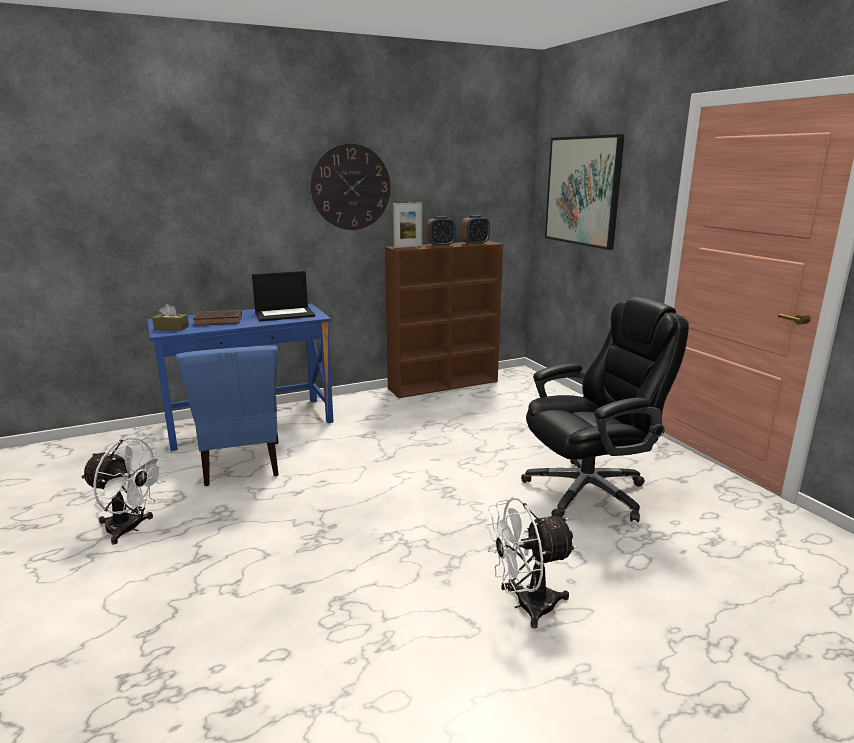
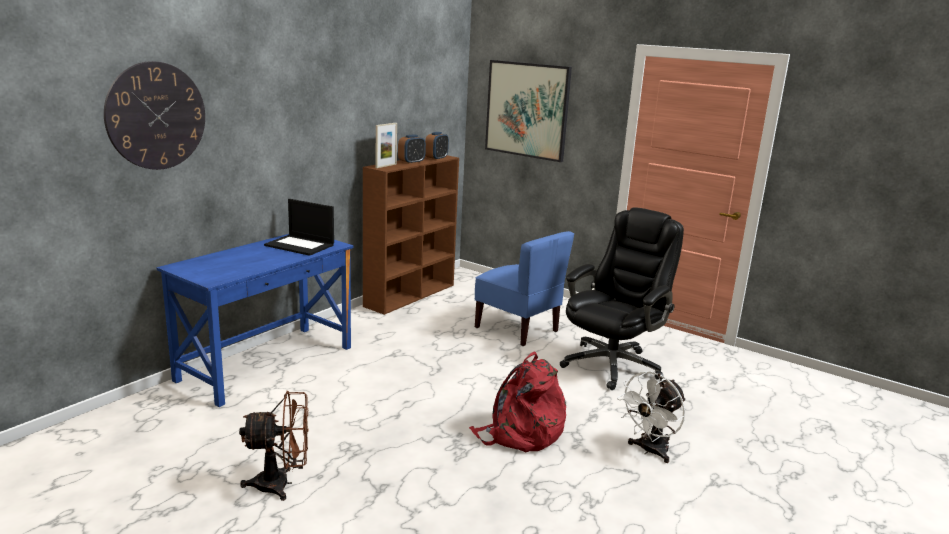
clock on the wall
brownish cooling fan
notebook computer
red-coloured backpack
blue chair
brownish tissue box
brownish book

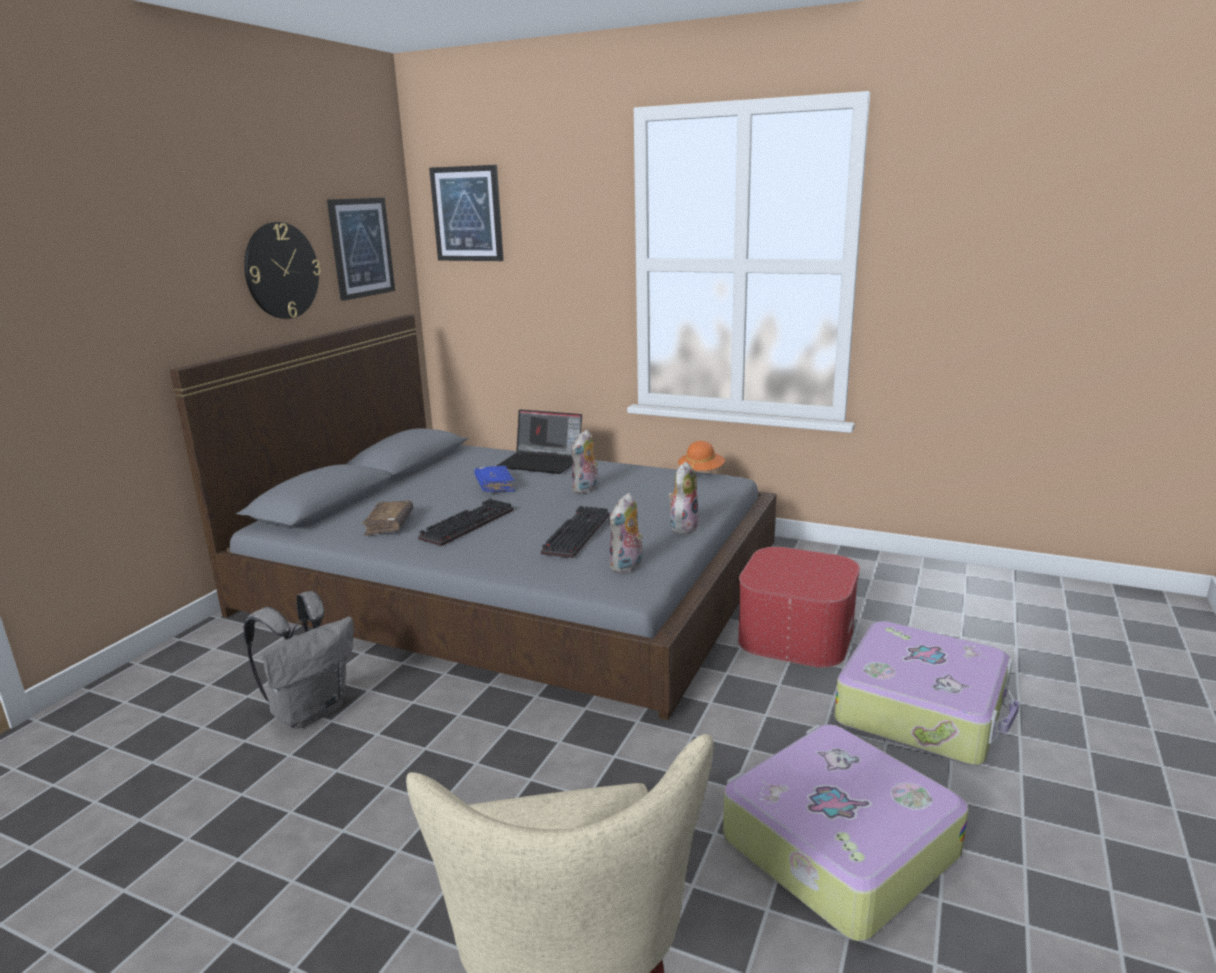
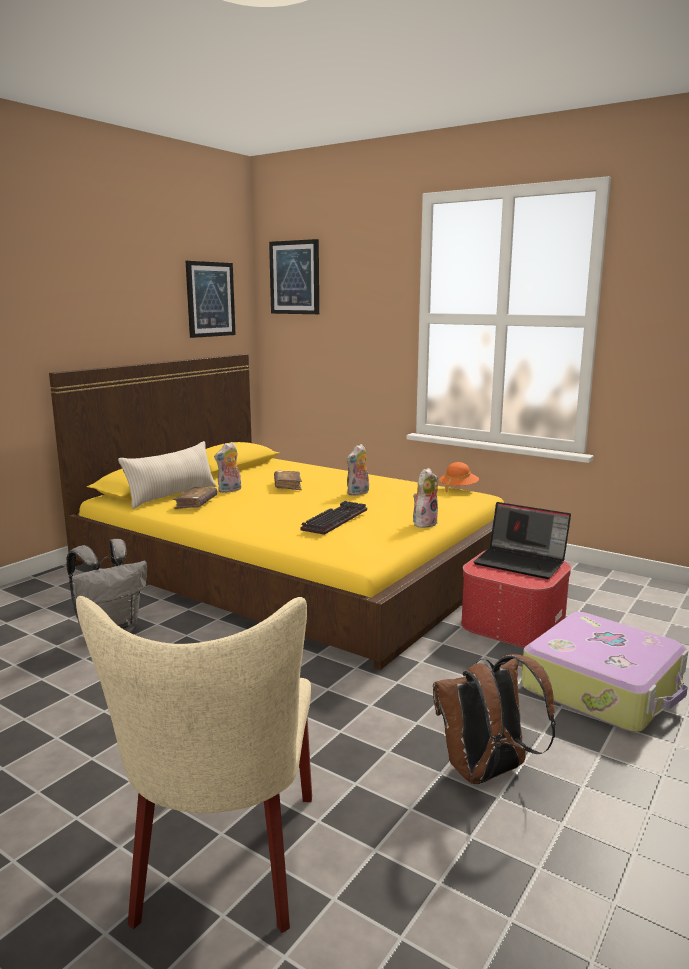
yellow-coloured bedroom bed
beige-coloured cushion
cuddly toy (1st from left)
brownish book (2nd from left)
brownish backpack
notebook computer
clock on the wall
keyboard (1st from left in the first image)

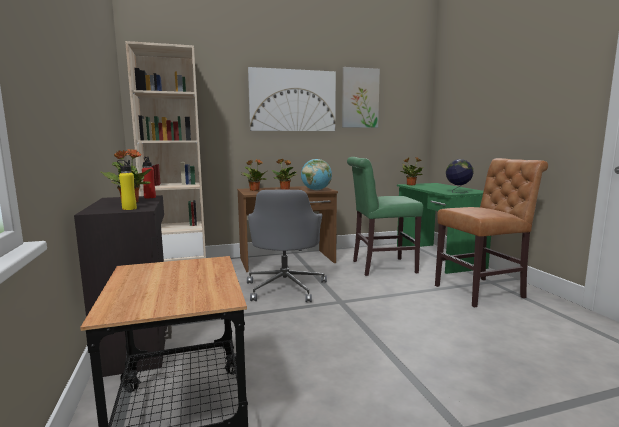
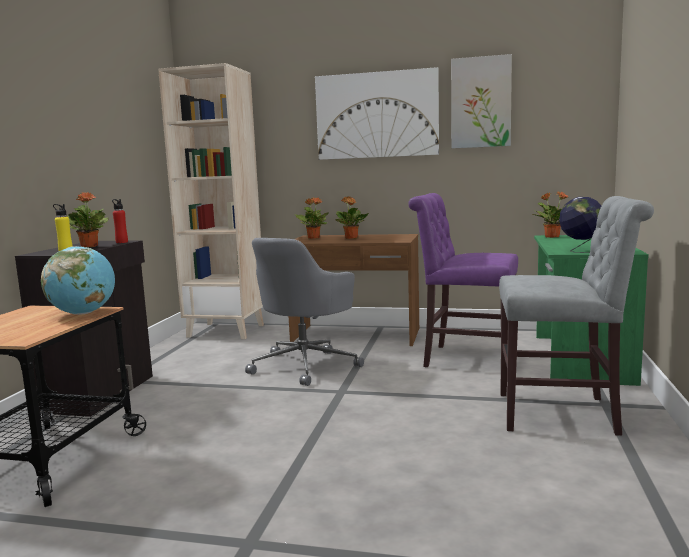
globe (1st from left)
purple-coloured chair
greyish chair

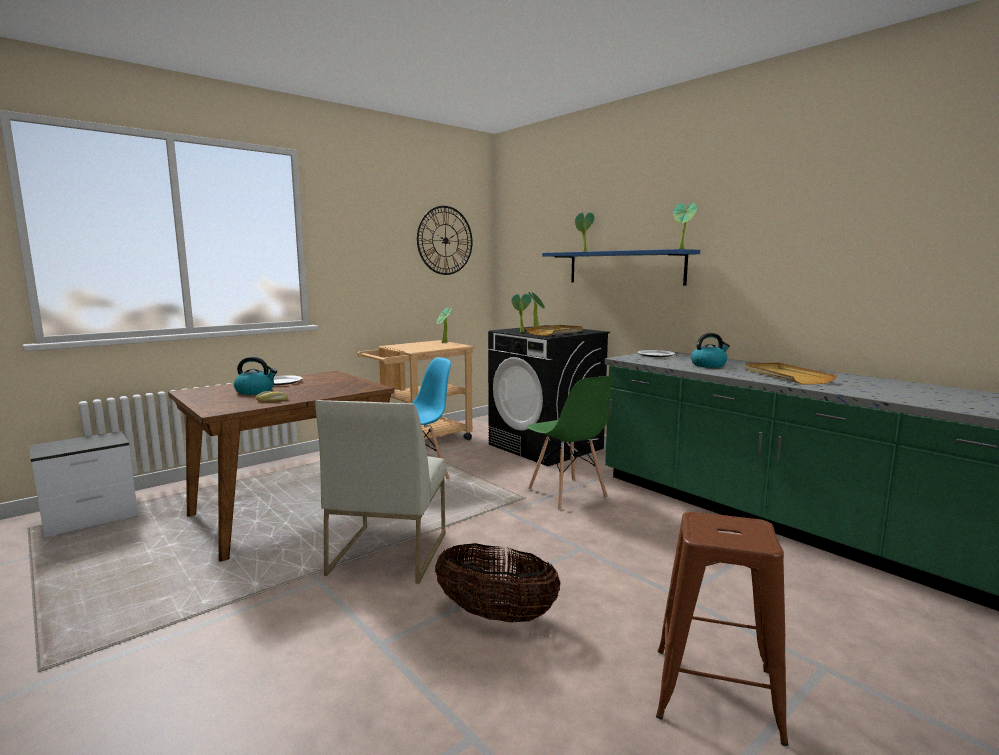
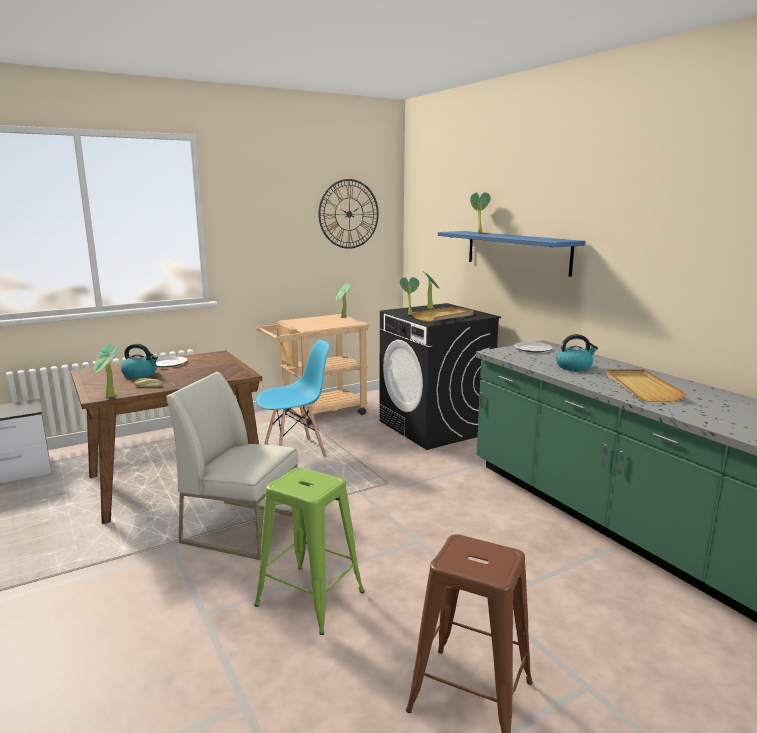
potted plant (1st from left)
whitish chair
greenish stool seat
greenish chair

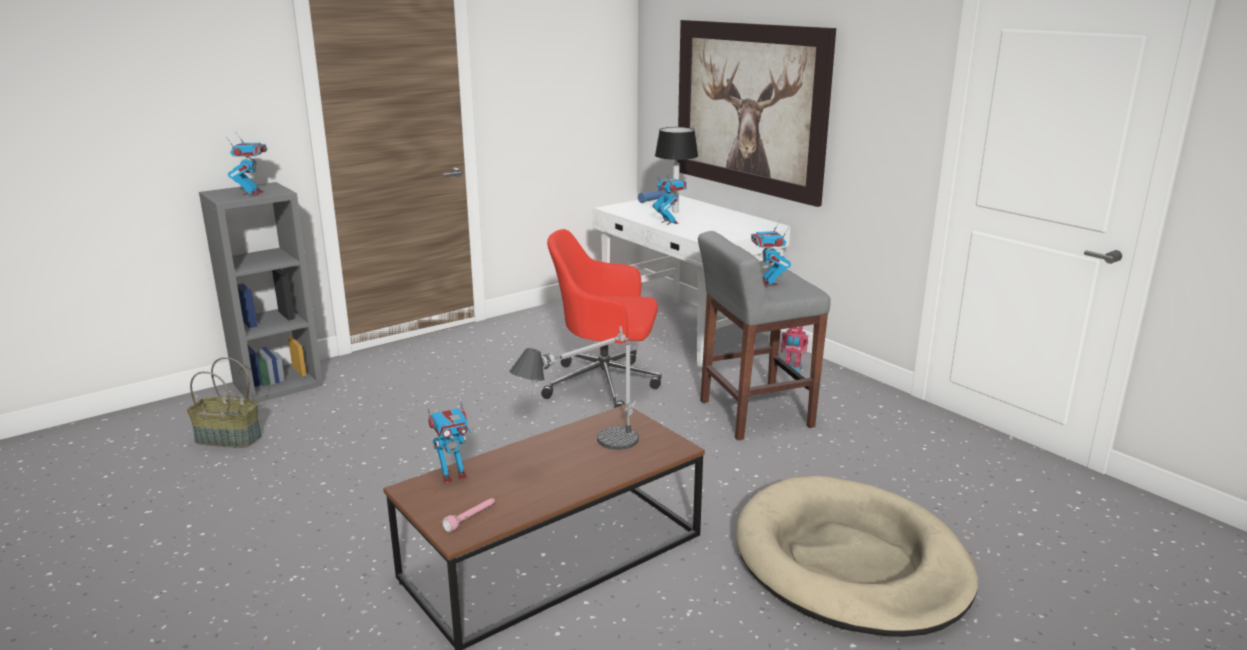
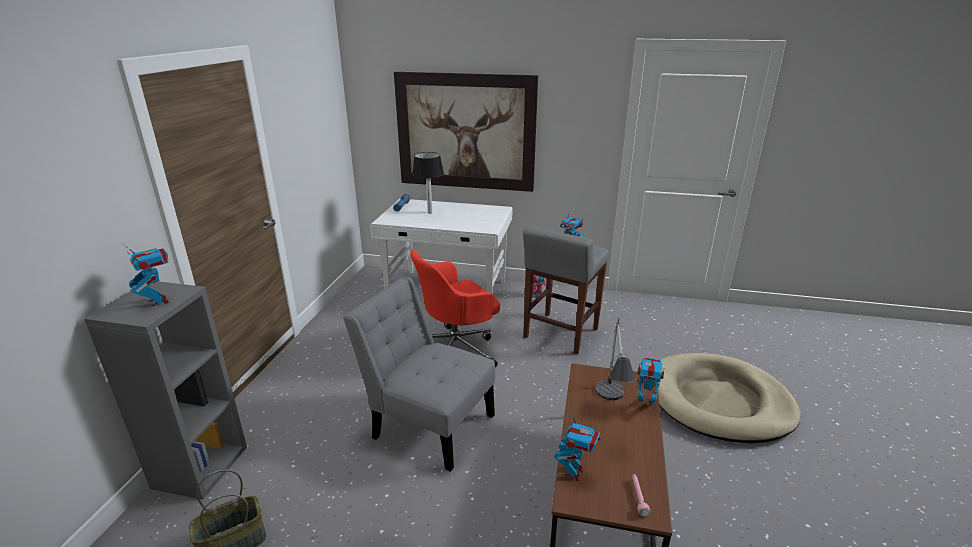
greyish chair
robot figure (5th from left)

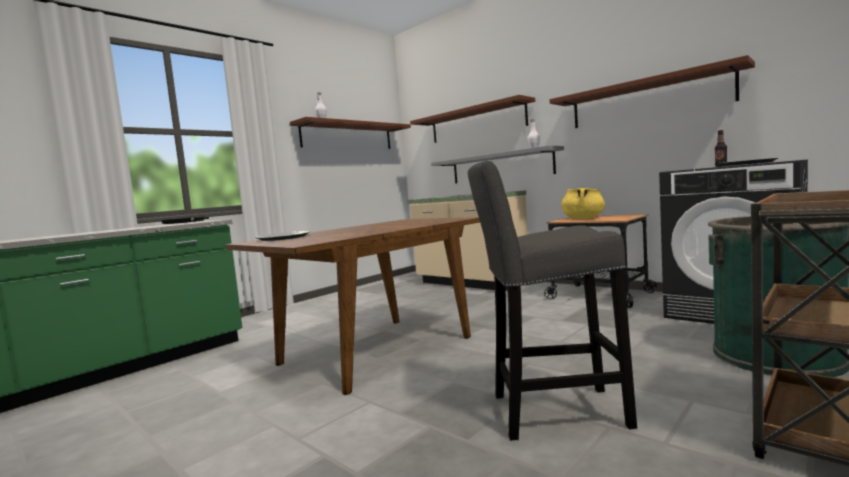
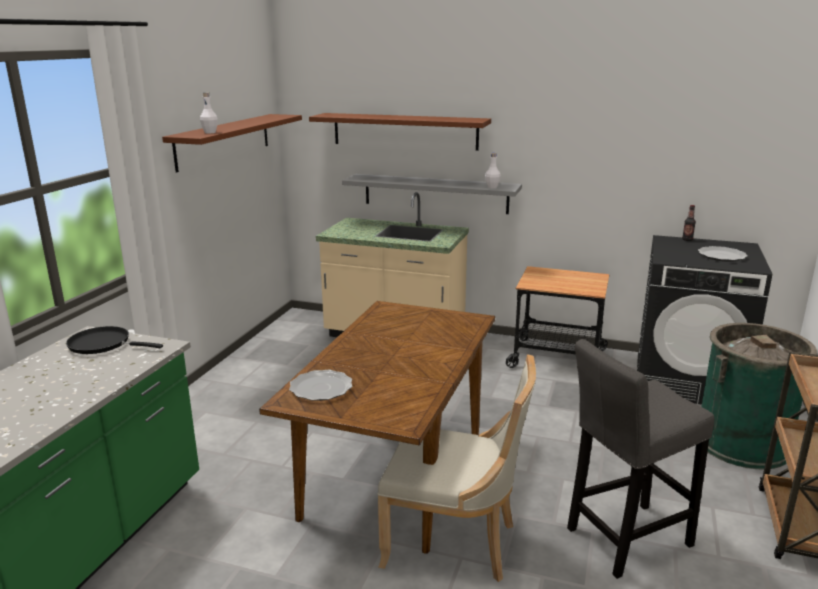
beige-coloured chair
brownish wall shelf (3rd from left in the first image)
yellow-coloured cooking pot

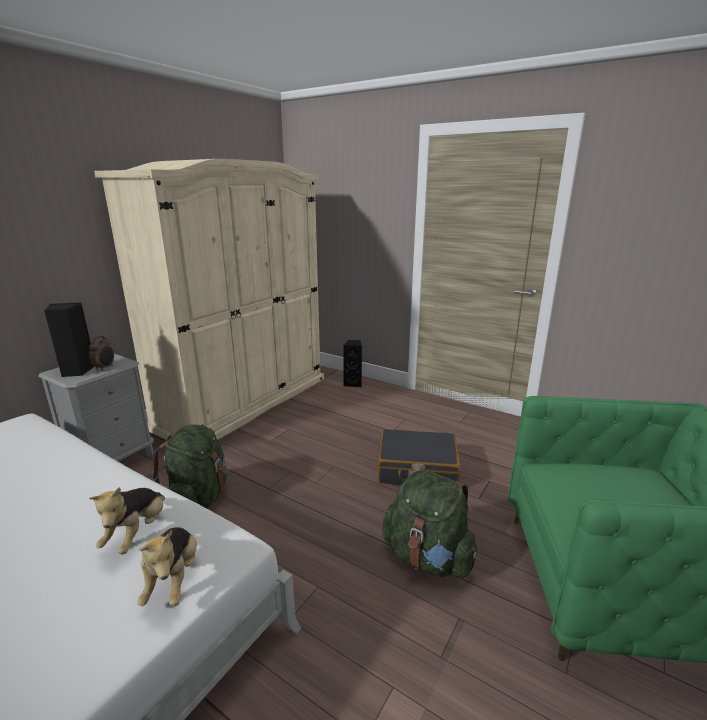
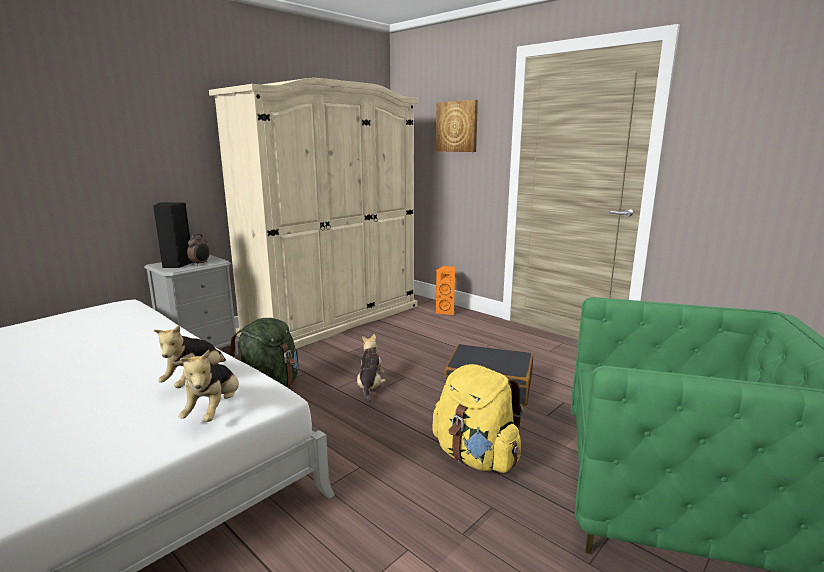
cuddly toy (3rd from left)
yellow-coloured backpack
orange-coloured speaker
wall art

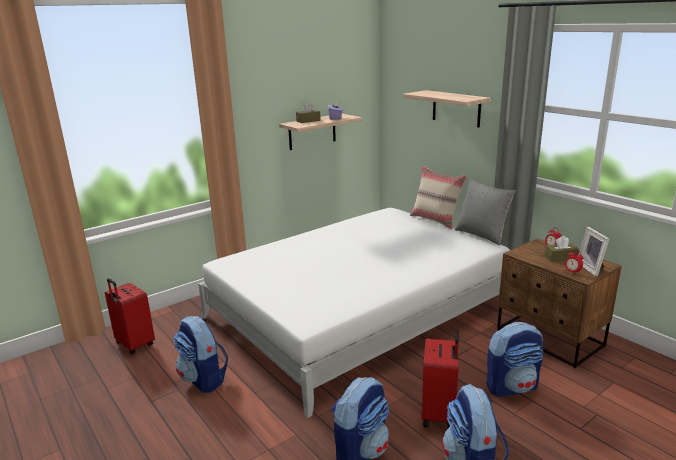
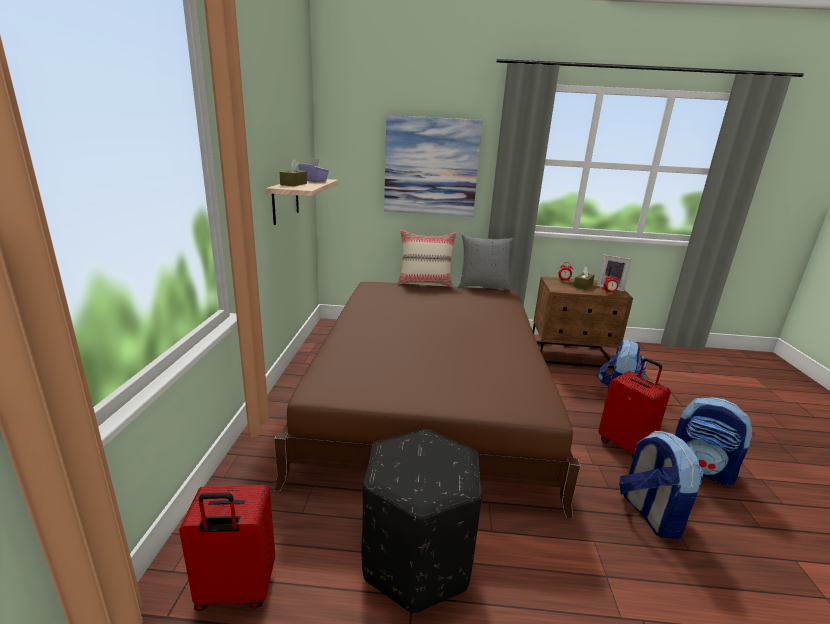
brownish bedroom bed
black-coloured pouffe
wall art

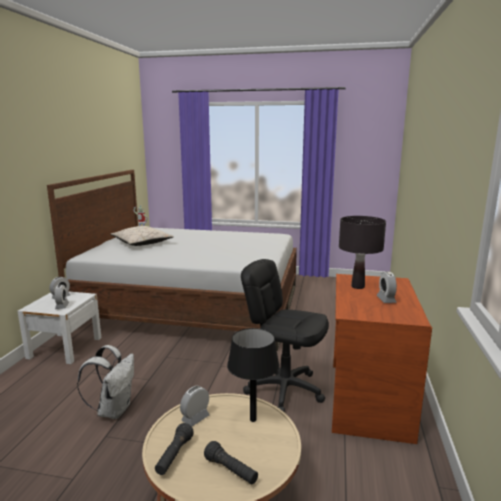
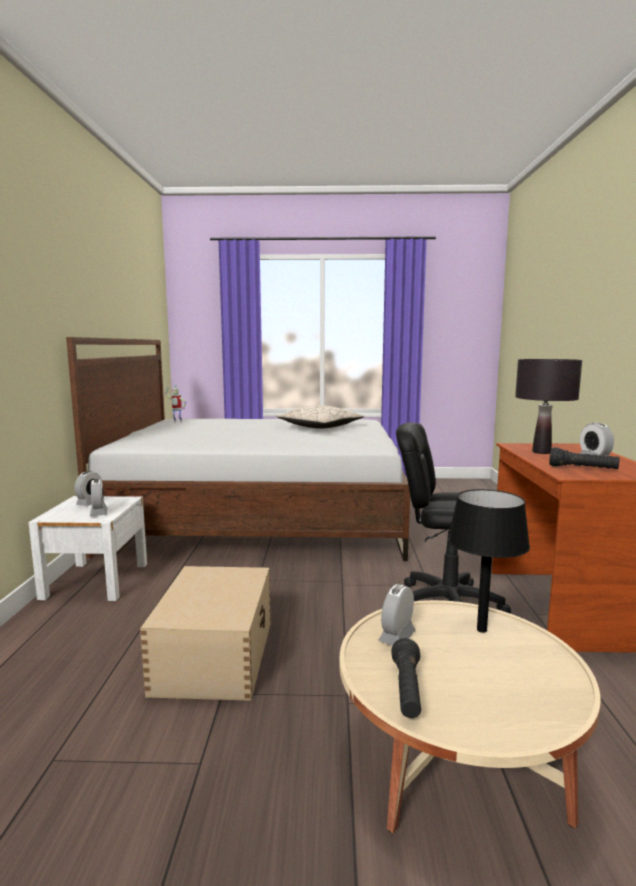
beige-coloured storage box
beige-coloured cushion
black-coloured hand torch (2nd from left)

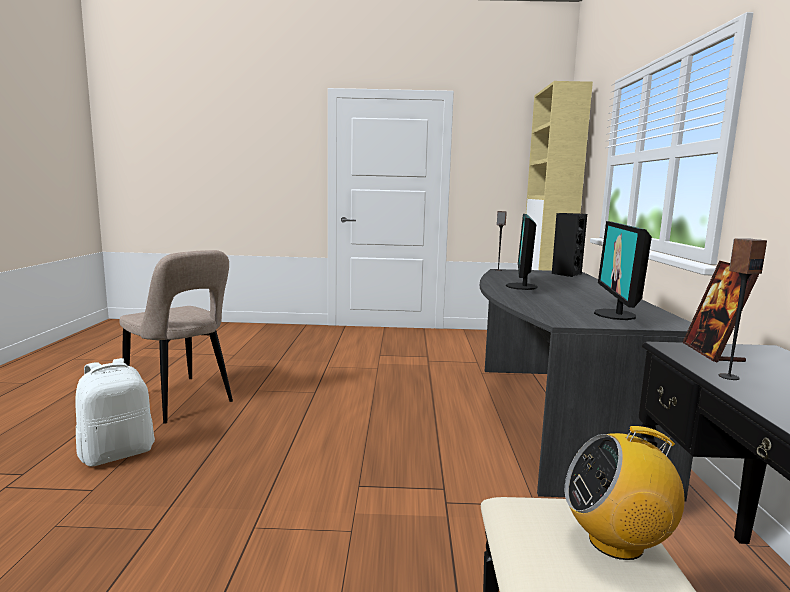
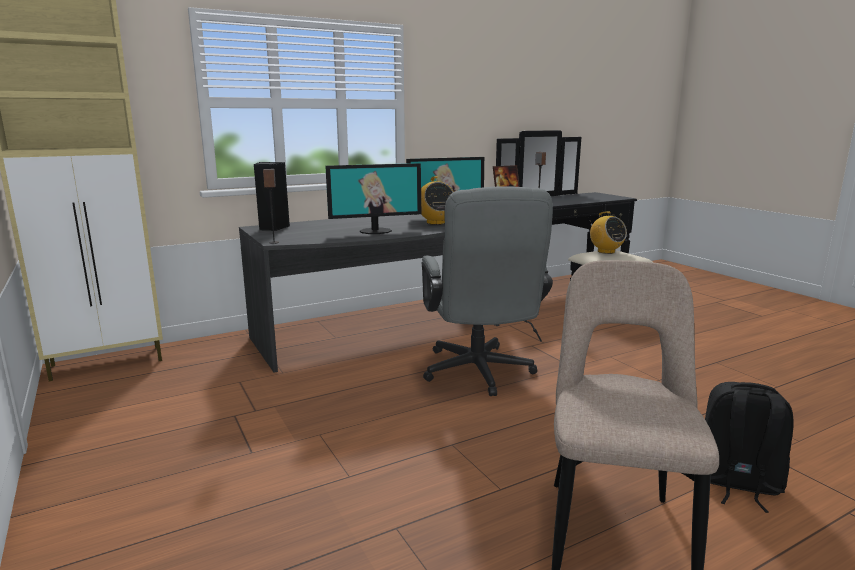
radio receiver (1st from left)
greyish computer chair
black-coloured backpack

